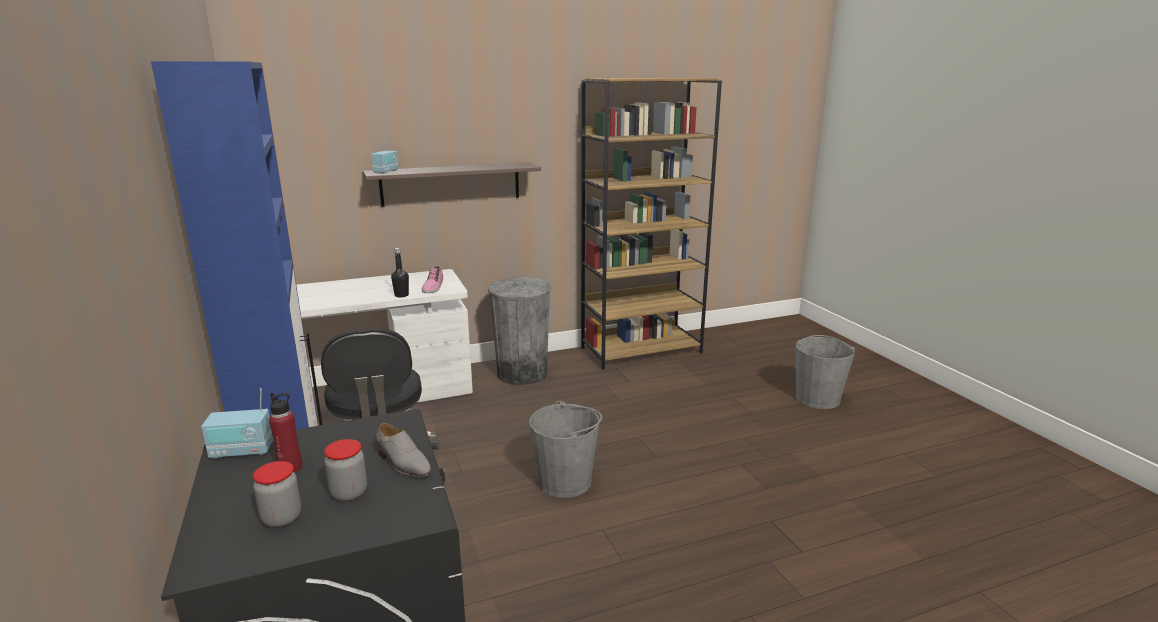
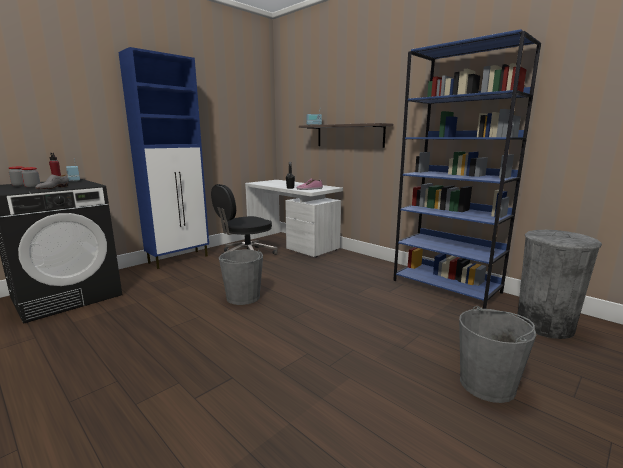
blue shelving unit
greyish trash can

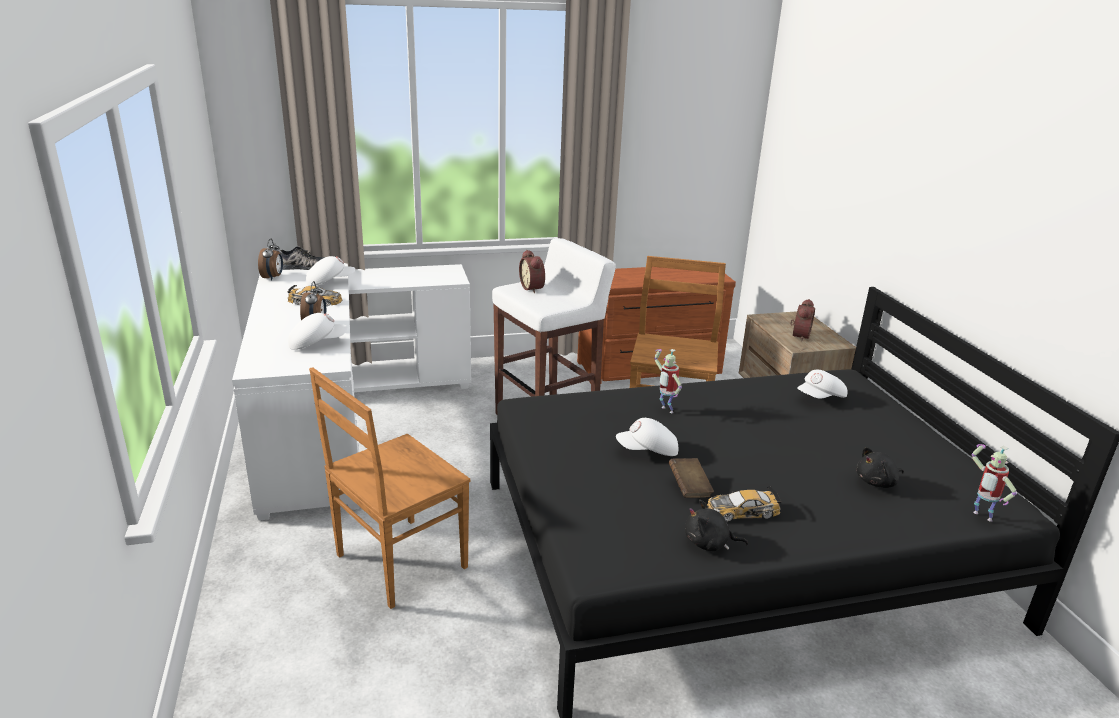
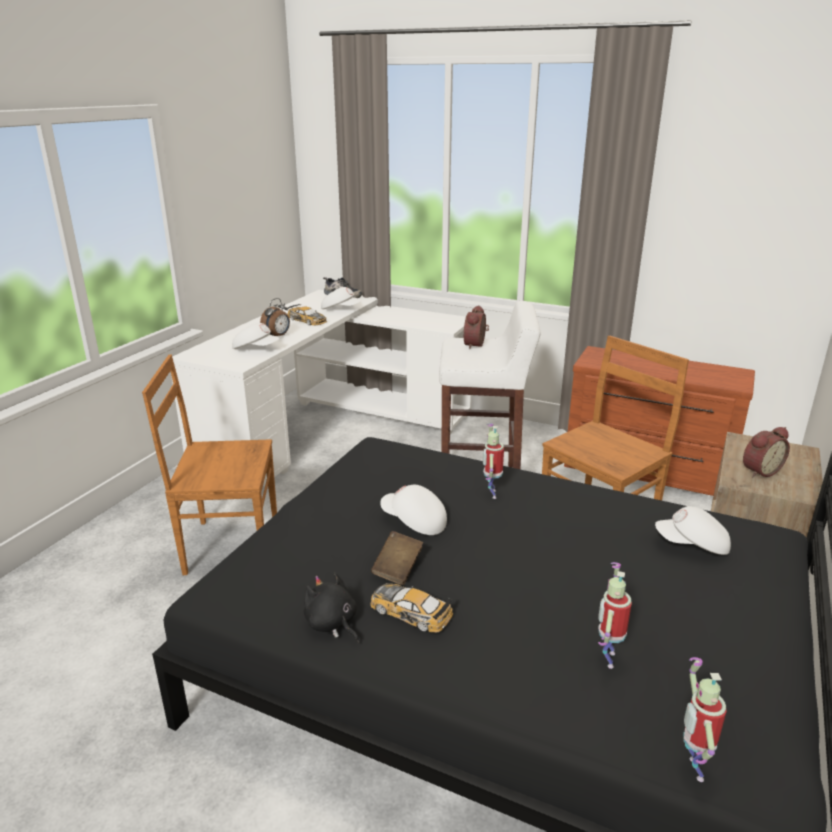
robot figure (2nd from left)
alarm clock (1st from left in the first image)

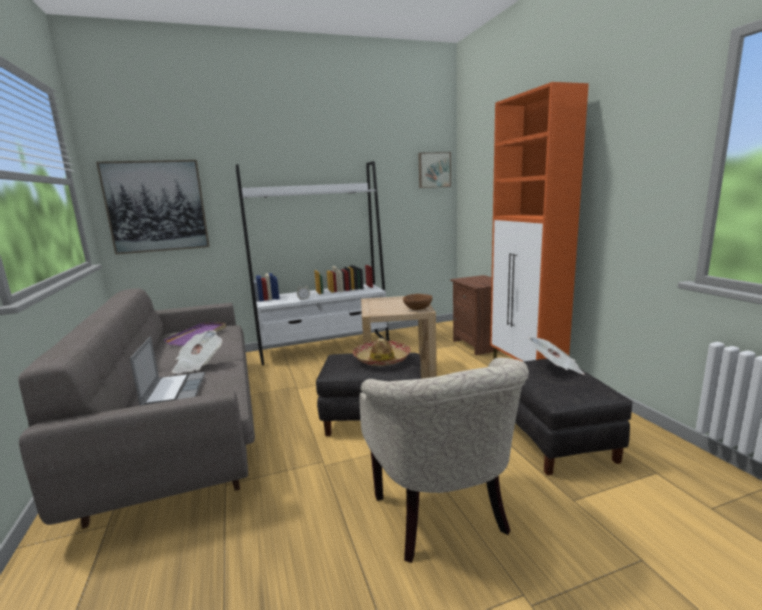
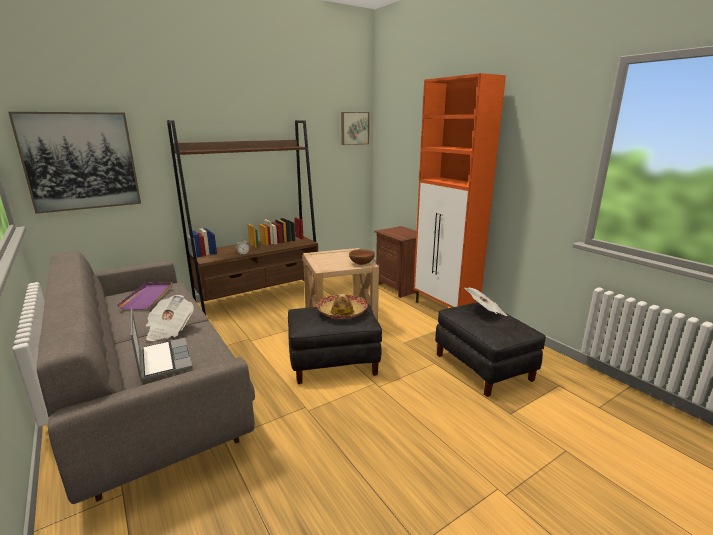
brownish shelving unit
beige-coloured armchair

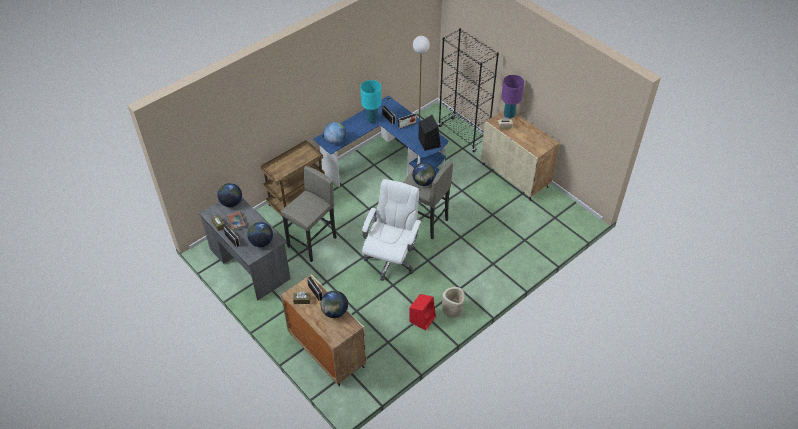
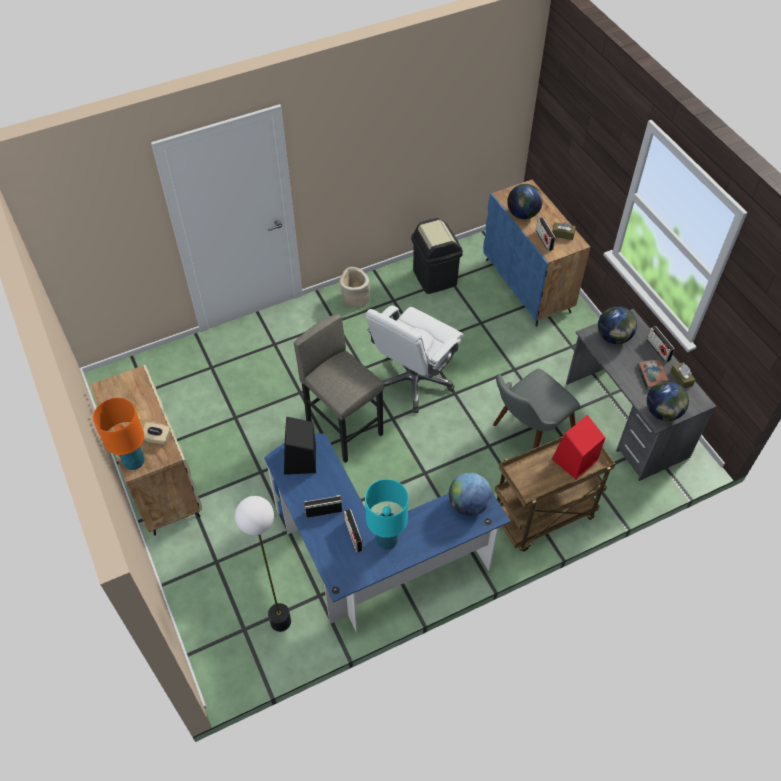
orange-coloured table lamp
black-coloured trash can
blue cabinet
greyish chair
red-coloured speaker
globe (5th from left in the first image)
black-coloured shelving unit

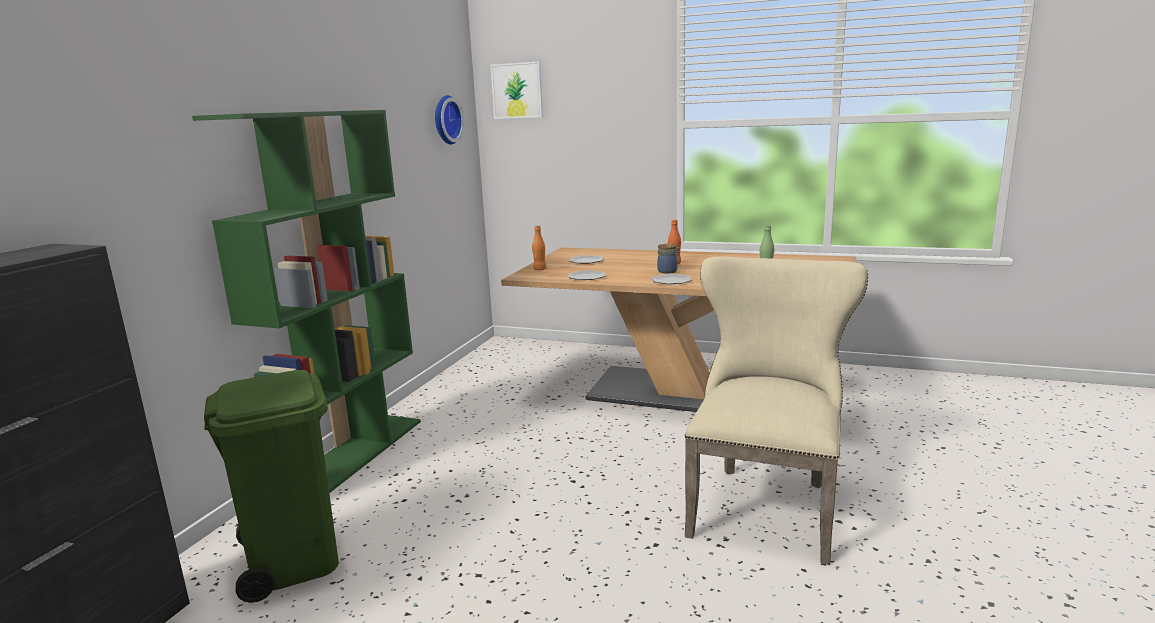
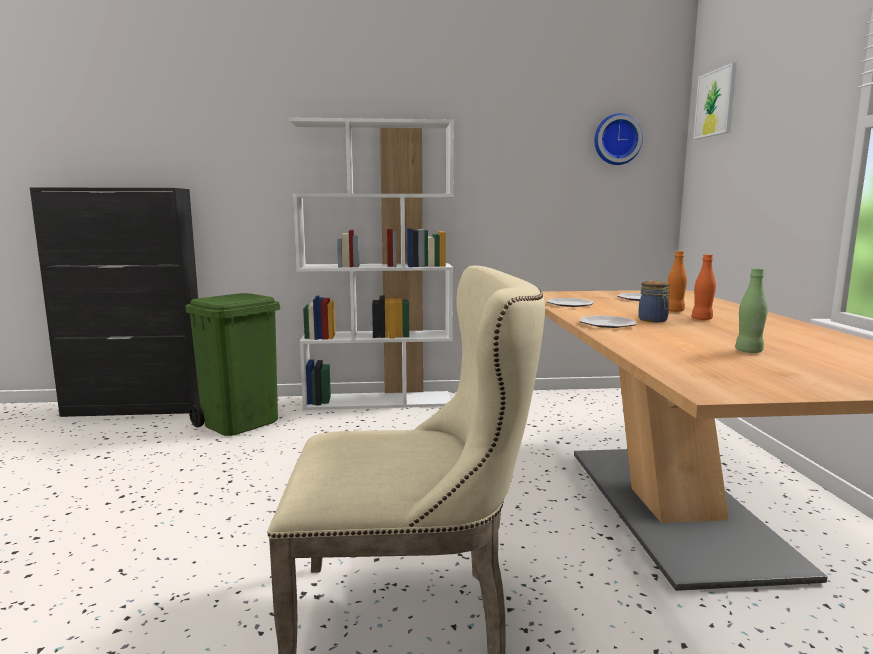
whitish shelving unit
orange-coloured beverage bottle (1st from left)

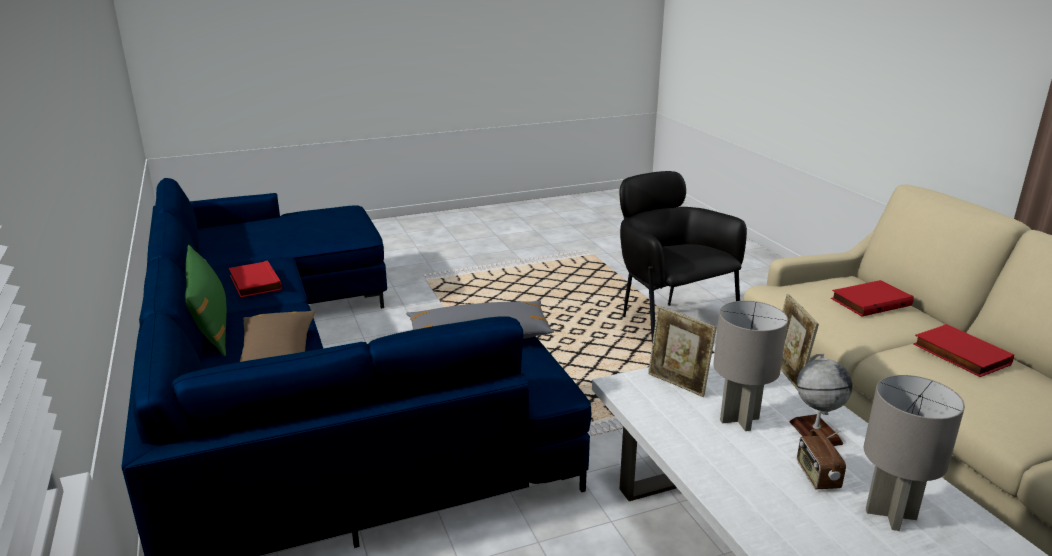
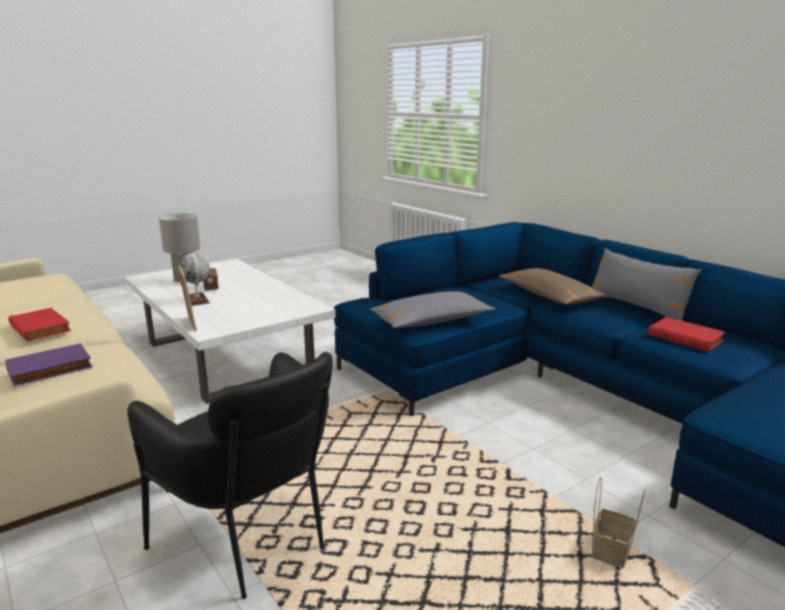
purple-coloured book
basket
greyish cushion (2nd from left)
standing frame (1st from left in the first image)
greyish table lamp (1st from left in the first image)

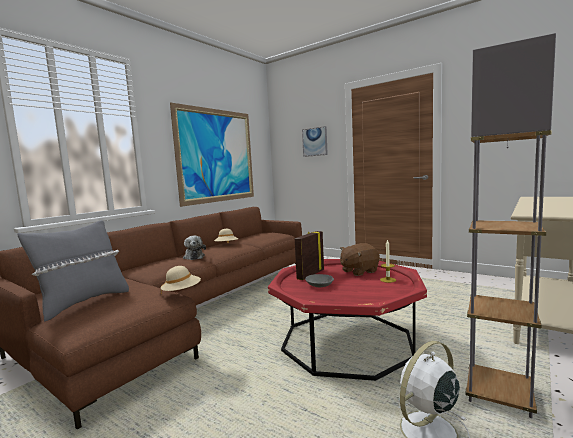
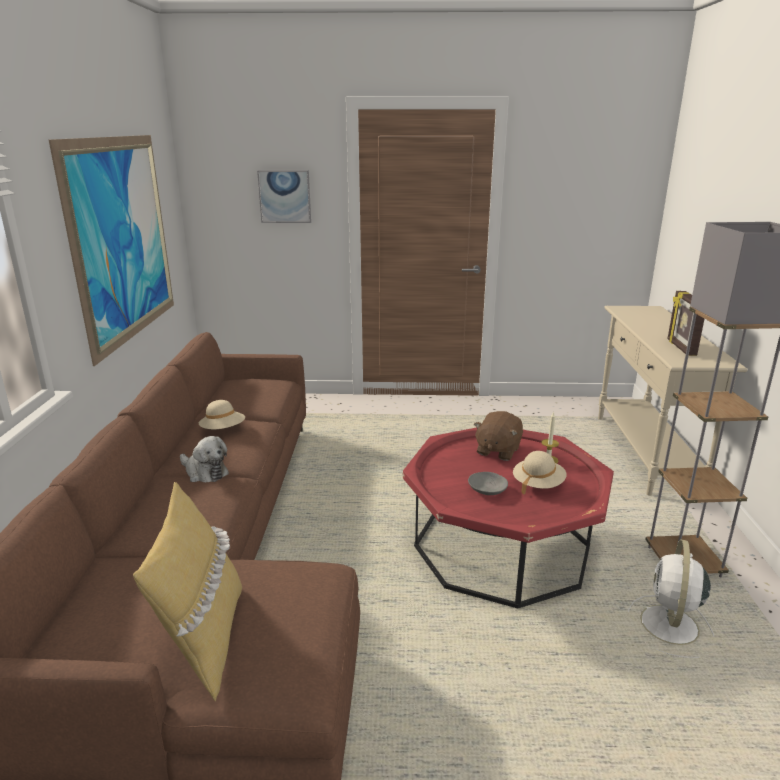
yellow-coloured cushion
beige-coloured clothing hat (2nd from left)
standing frame

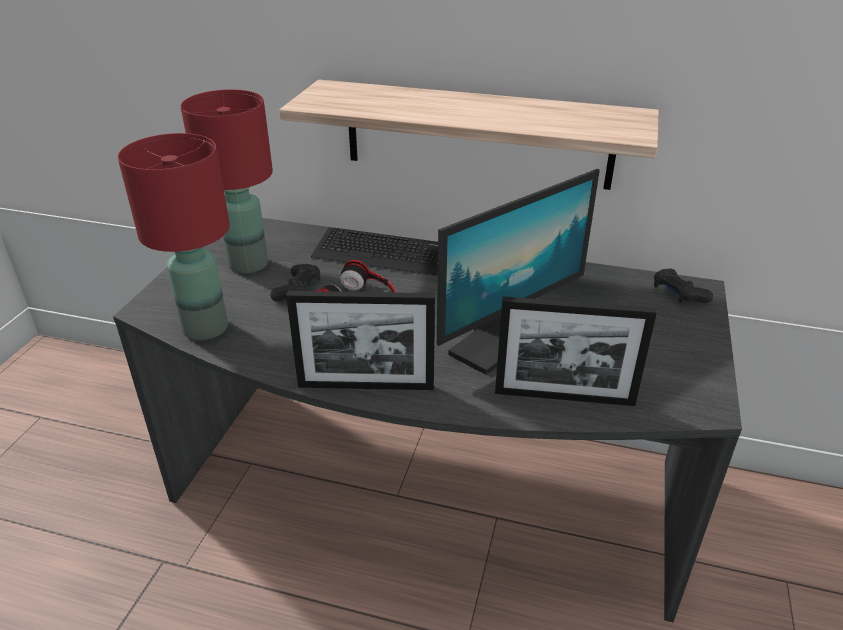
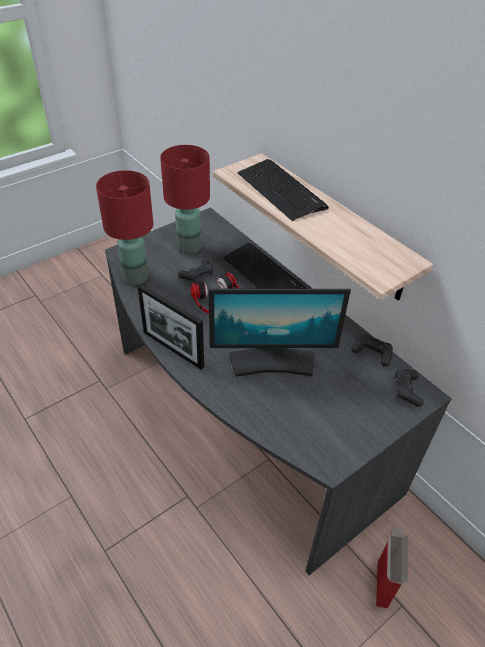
keyboard (2nd from left)
black-coloured gamepad (2nd from left)
cardboard box
standing frame (2nd from left in the first image)

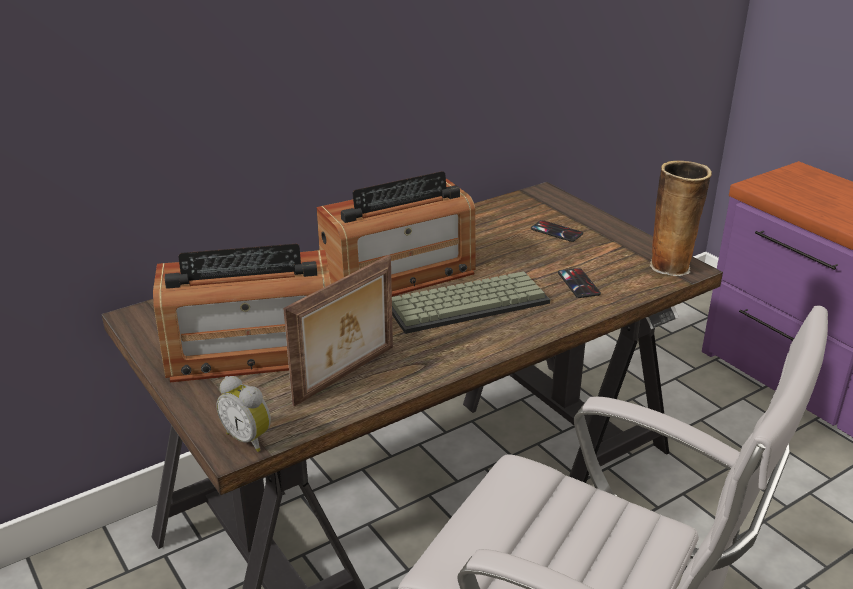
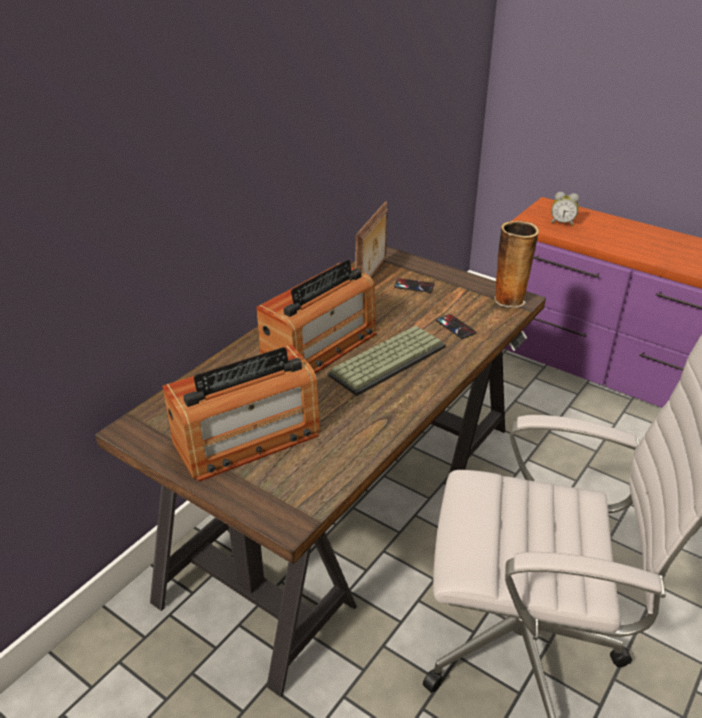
standing frame
alarm clock

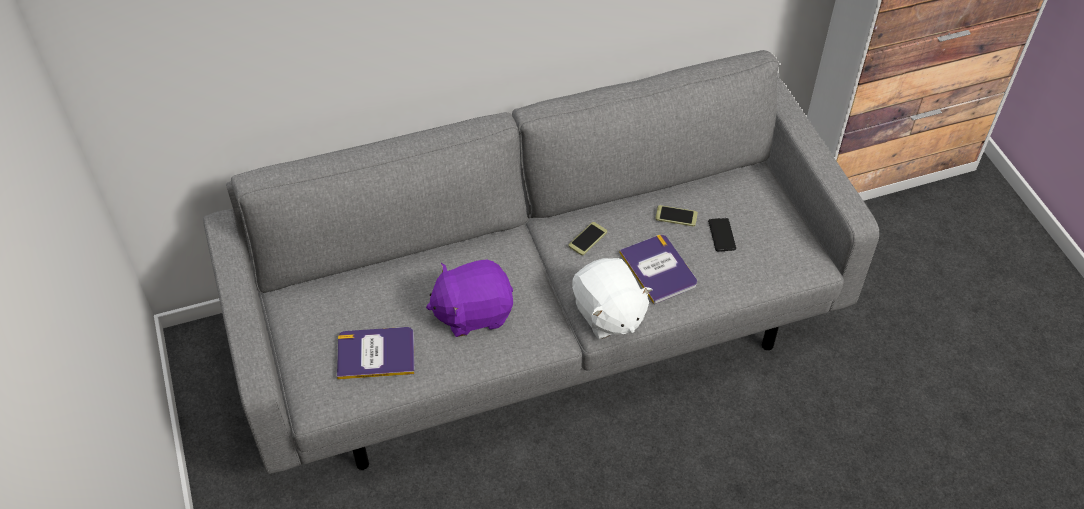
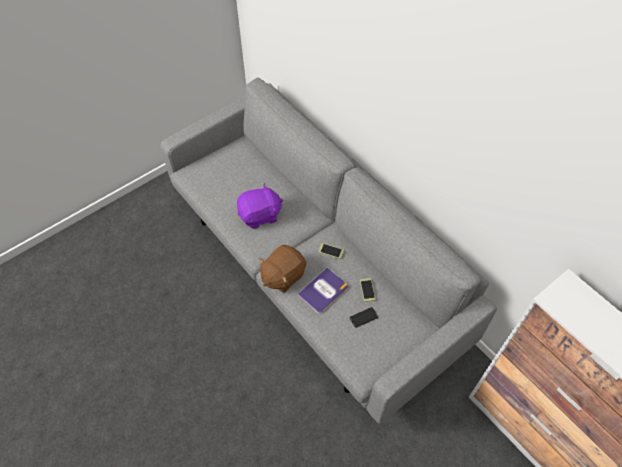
purple-coloured cuddly toy
brownish cuddly toy
book (1st from left in the first image)

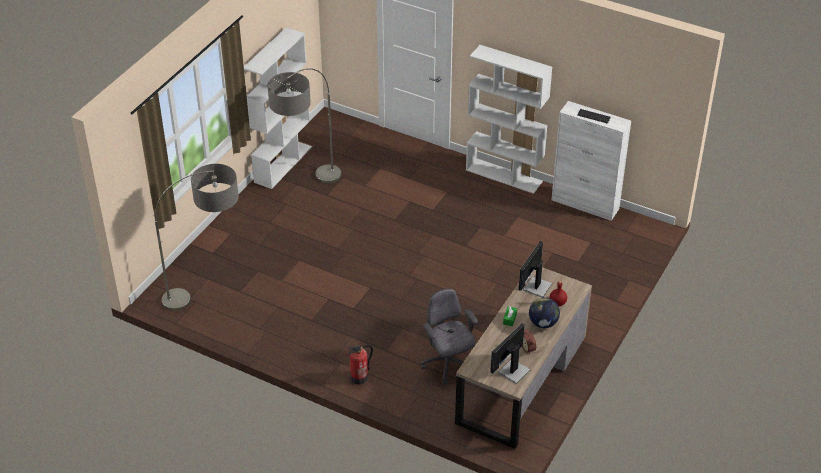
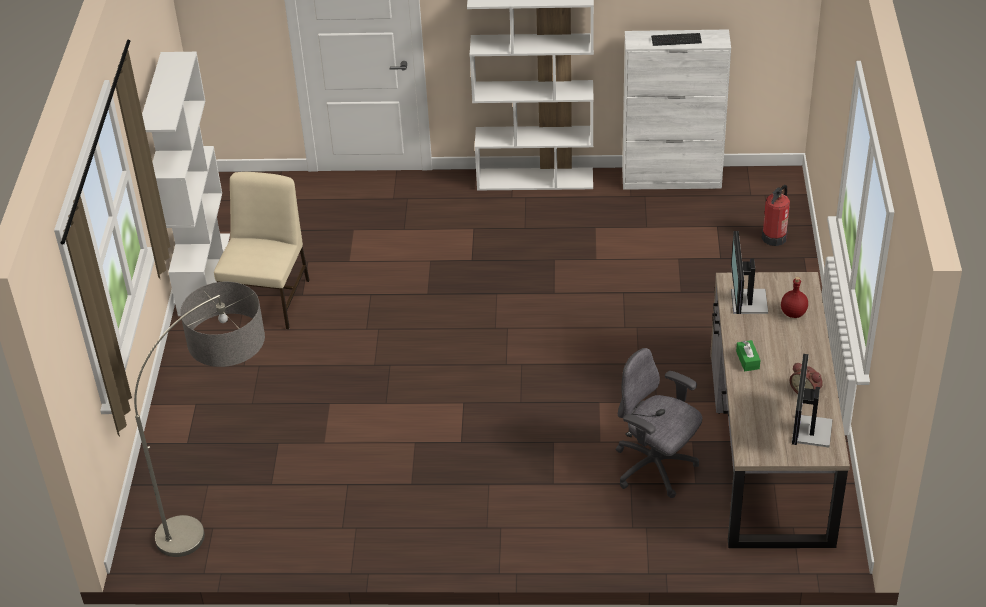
beige-coloured chair
extinguisher
globe

